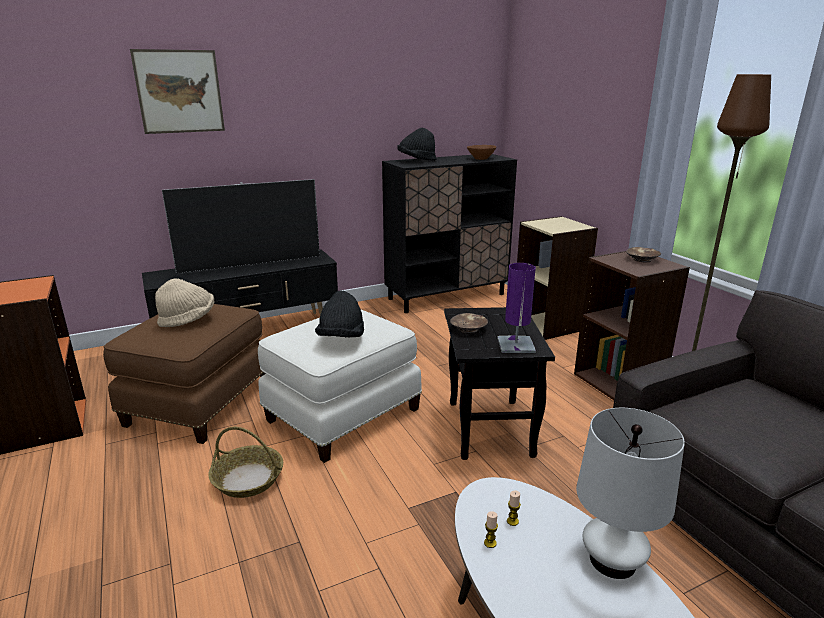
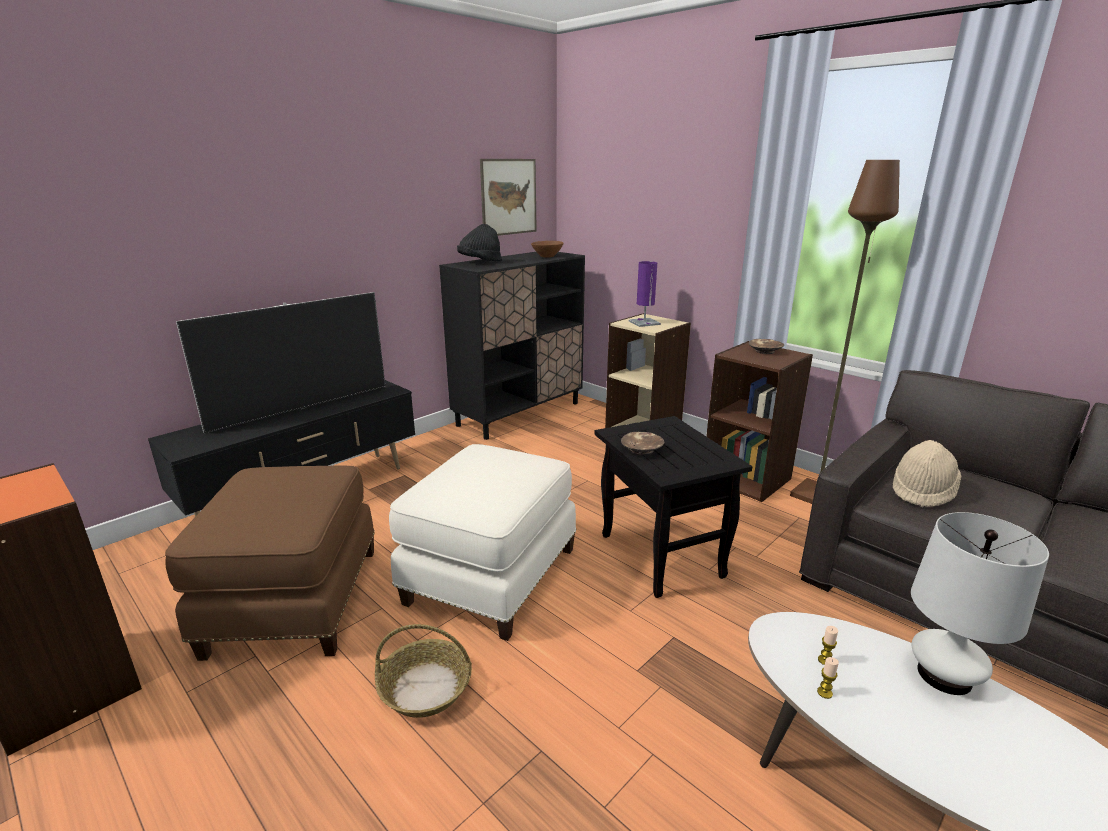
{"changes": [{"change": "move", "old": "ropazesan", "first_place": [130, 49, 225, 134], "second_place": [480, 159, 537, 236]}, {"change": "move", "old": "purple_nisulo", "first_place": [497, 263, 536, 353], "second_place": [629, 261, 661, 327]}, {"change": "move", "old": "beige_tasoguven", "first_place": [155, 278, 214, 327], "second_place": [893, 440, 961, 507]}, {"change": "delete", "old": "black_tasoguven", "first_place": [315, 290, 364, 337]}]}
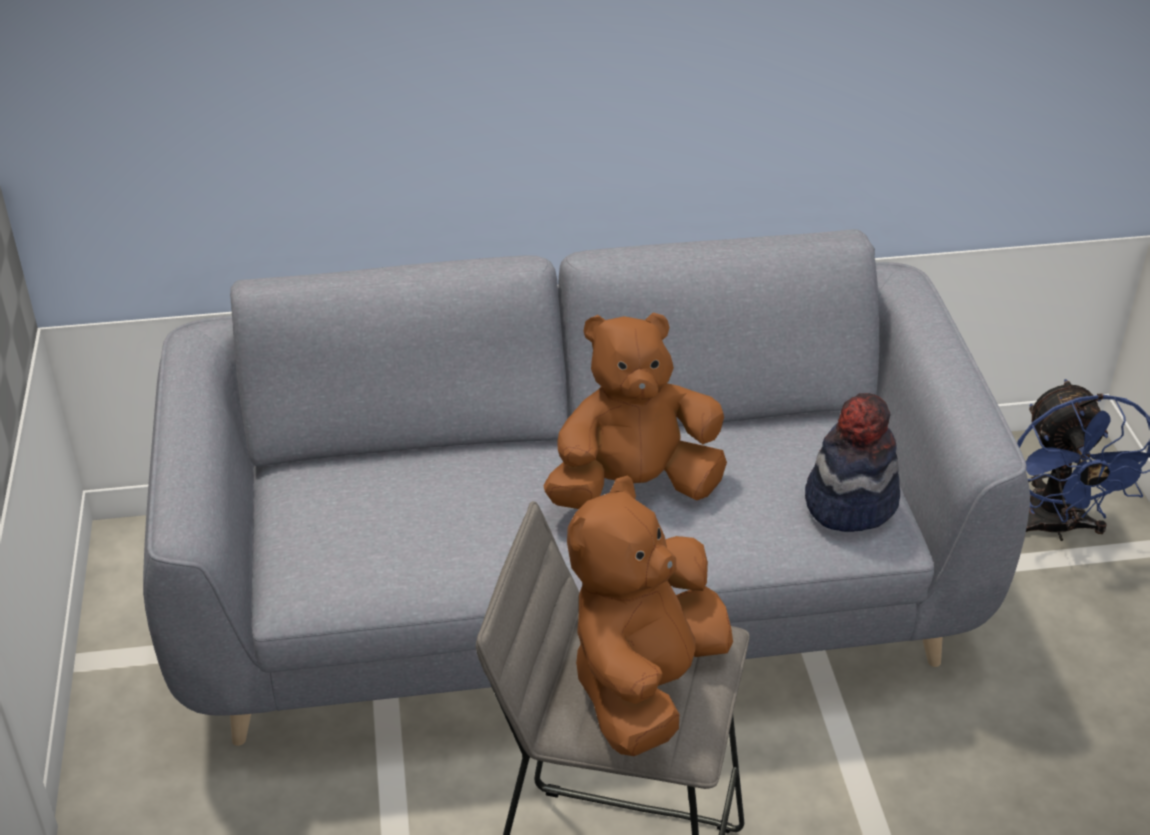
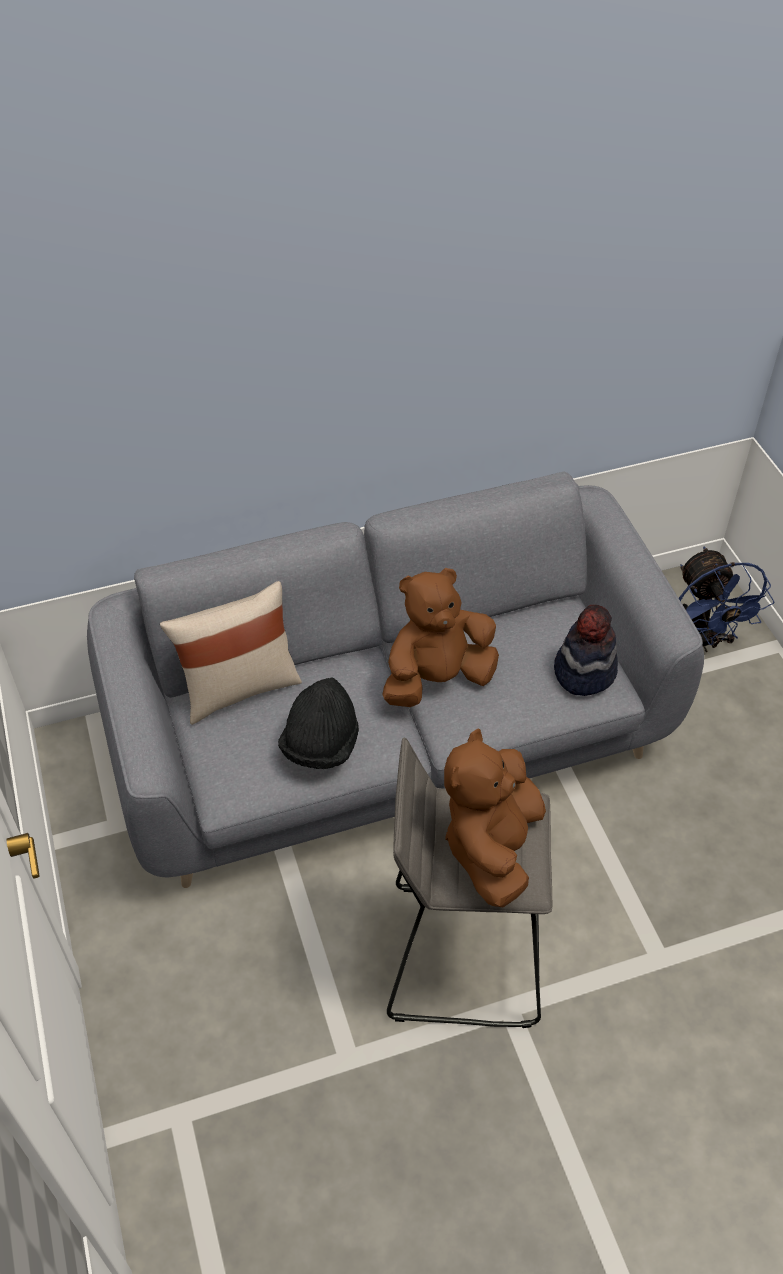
{"changes": [{"change": "insert", "new": "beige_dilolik", "second_place": [160, 581, 302, 725]}, {"change": "insert", "new": "black_tasoguven", "second_place": [278, 677, 359, 769]}]}
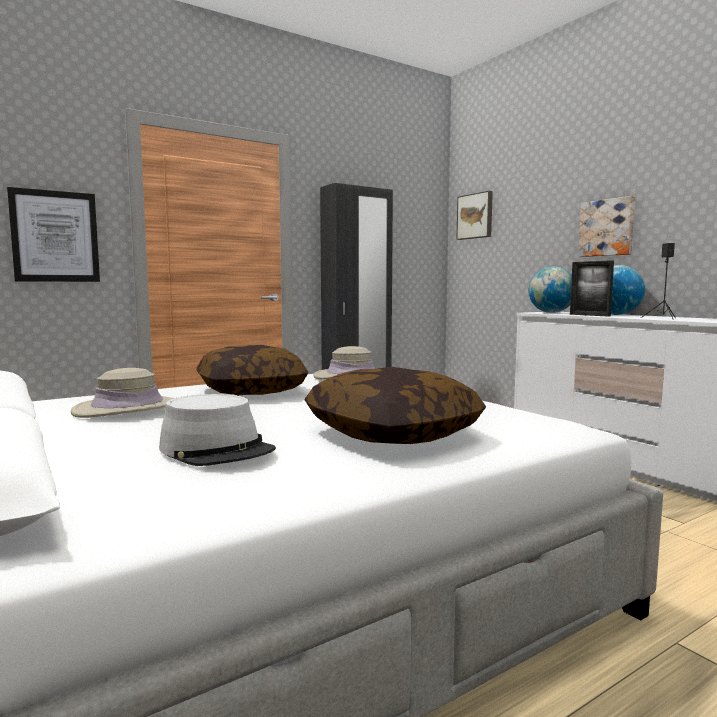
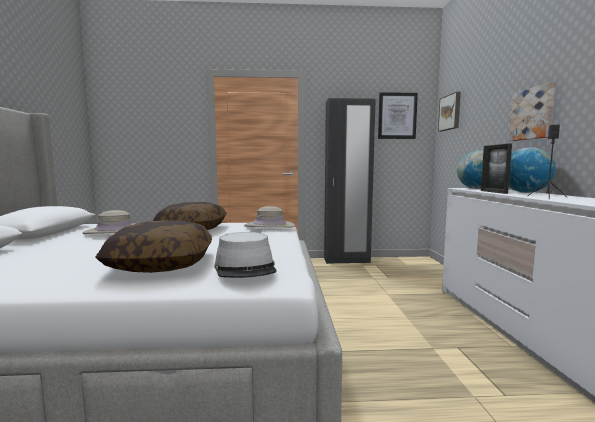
{"changes": [{"change": "move", "old": "grey_tasoguven", "first_place": [159, 394, 276, 466], "second_place": [214, 232, 277, 278]}, {"change": "move", "old": "ropazesan", "first_place": [7, 187, 100, 282], "second_place": [378, 92, 418, 139]}]}
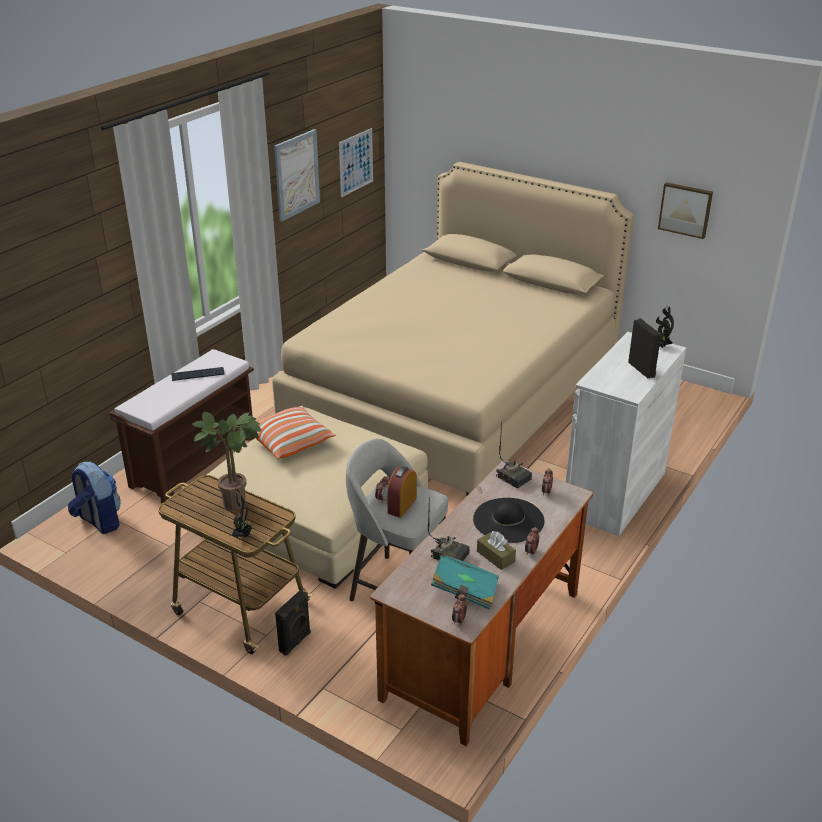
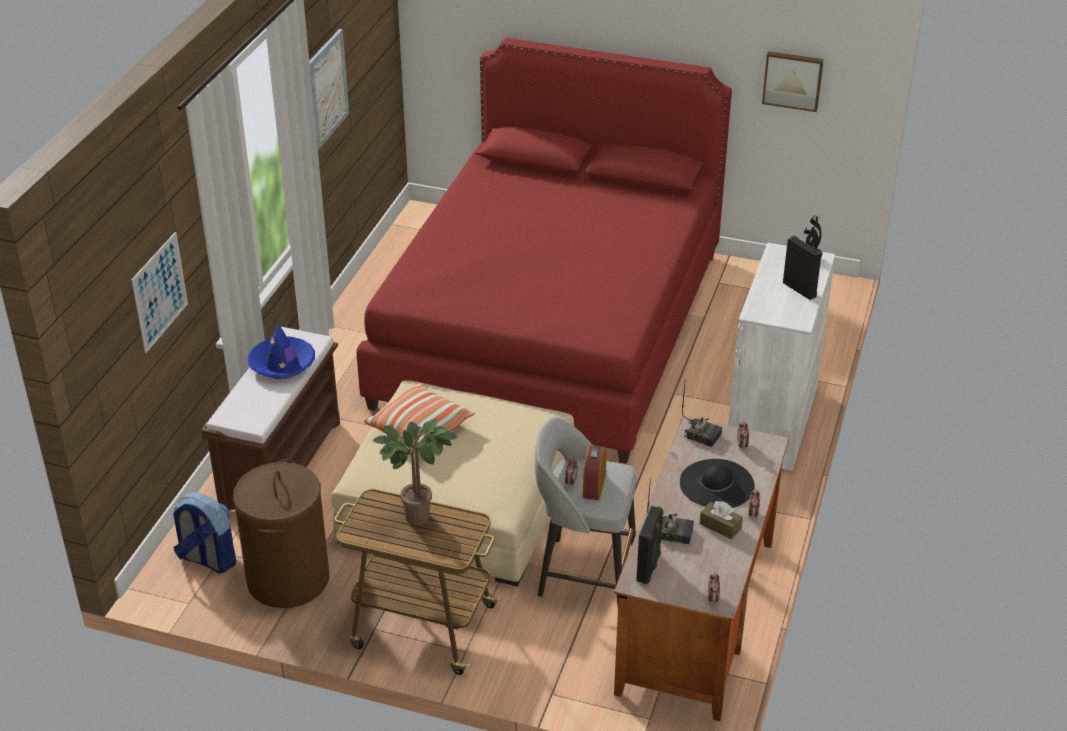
{"changes": [{"change": "move", "old": "ropazesan", "first_place": [339, 128, 373, 197], "second_place": [131, 232, 188, 353]}, {"change": "insert", "new": "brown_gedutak", "second_place": [233, 459, 329, 608]}, {"change": "replace", "old": "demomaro", "new": "blue_tasoguven", "first_place": [171, 367, 225, 381], "second_place": [248, 323, 315, 379]}, {"change": "recolor", "old": "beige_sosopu", "new": "red_sosopu", "first_place": [272, 162, 634, 497], "second_place": [356, 38, 732, 464]}, {"change": "move", "old": "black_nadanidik", "first_place": [275, 590, 311, 656], "second_place": [636, 506, 664, 584]}, {"change": "delete", "old": "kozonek", "first_place": [232, 488, 252, 538]}, {"change": "delete", "old": "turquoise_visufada", "first_place": [431, 553, 499, 609]}]}
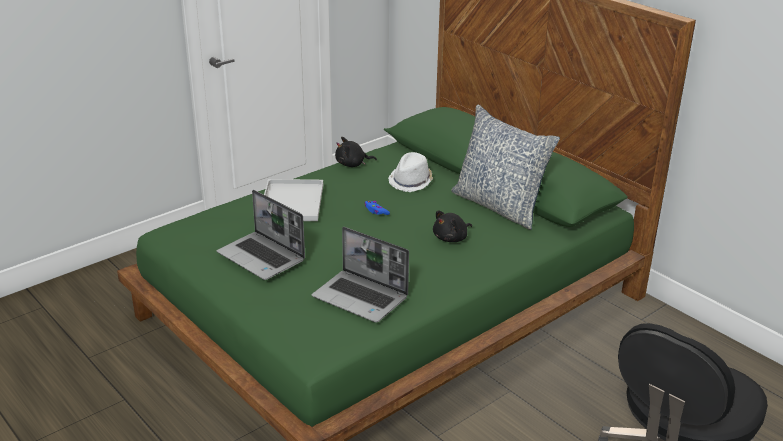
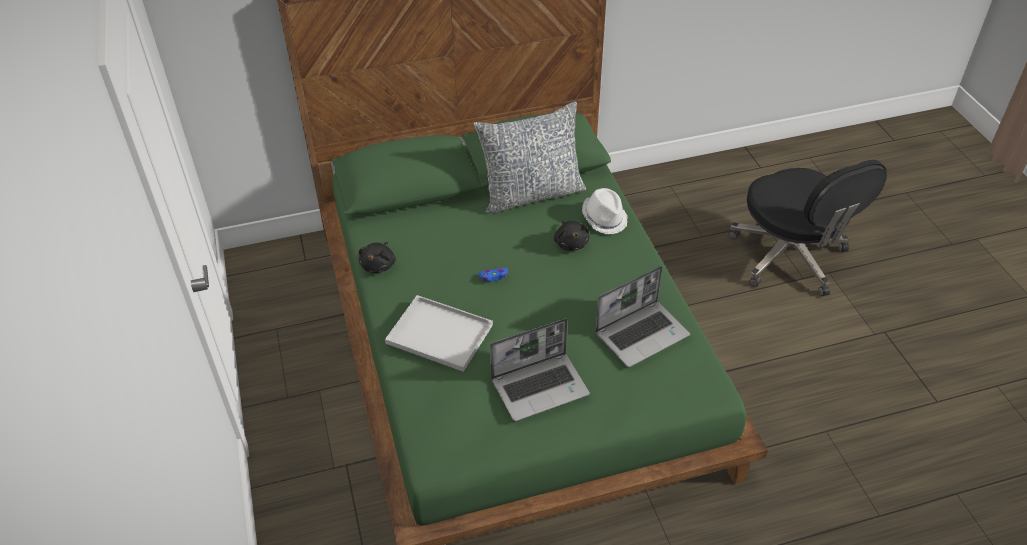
{"changes": [{"change": "move", "old": "white_tasoguven", "first_place": [388, 152, 433, 192], "second_place": [582, 188, 628, 234]}]}
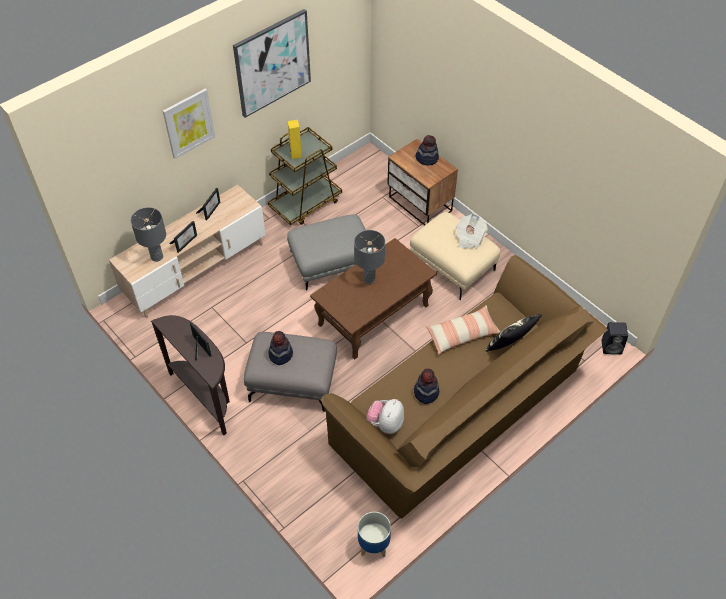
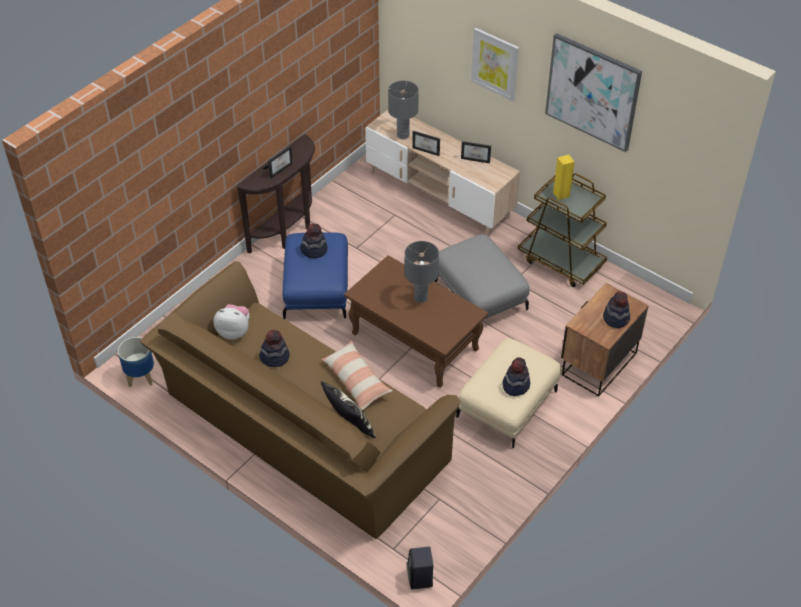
{"changes": [{"change": "recolor", "old": "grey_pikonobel", "new": "blue_pikonobel", "first_place": [244, 332, 337, 412], "second_place": [283, 232, 348, 319]}, {"change": "replace", "old": "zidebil", "new": "tasoguven", "first_place": [456, 213, 488, 249], "second_place": [503, 357, 530, 396]}]}
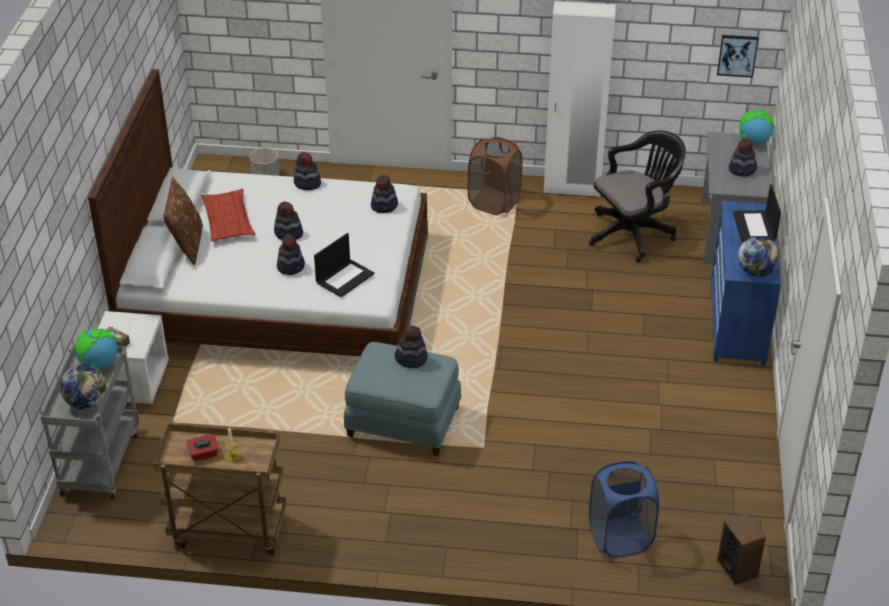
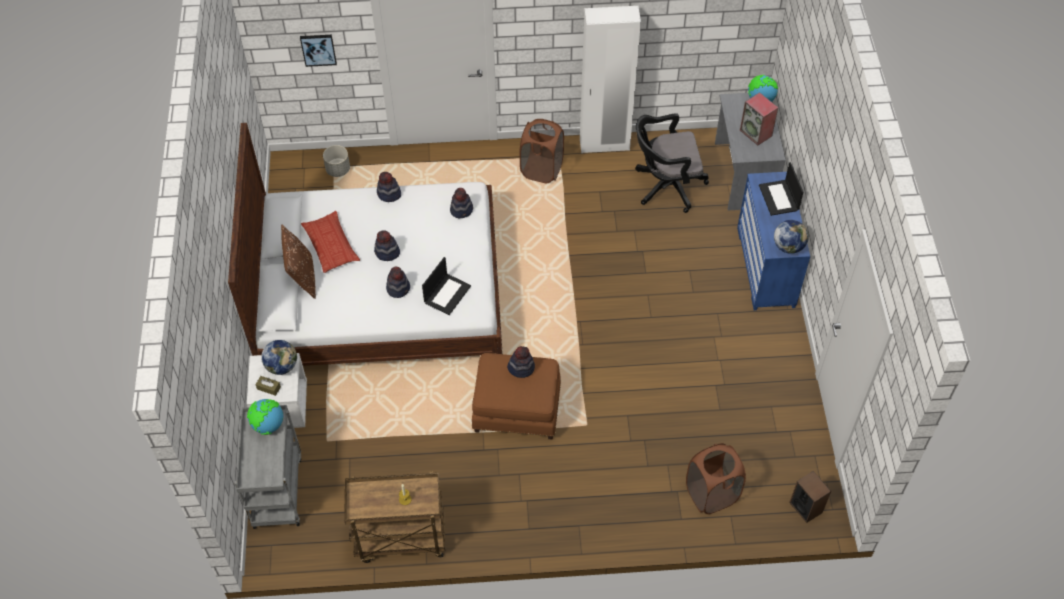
{"changes": [{"change": "move", "old": "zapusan", "first_place": [60, 364, 106, 409], "second_place": [261, 340, 297, 375]}, {"change": "move", "old": "ropazesan", "first_place": [717, 35, 759, 78], "second_place": [300, 35, 337, 67]}, {"change": "recolor", "old": "blue_pikonobel", "new": "brown_pikonobel", "first_place": [344, 342, 462, 456], "second_place": [472, 353, 561, 440]}, {"change": "rotate", "old": "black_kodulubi", "first_place": [589, 130, 686, 262], "second_place": [635, 113, 709, 213], "degrees": -150}, {"change": "recolor", "old": "blue_gedutak", "new": "brown_gedutak", "first_place": [589, 461, 659, 558], "second_place": [686, 443, 746, 514]}, {"change": "replace", "old": "tasoguven", "new": "nadanidik", "first_place": [729, 139, 757, 177], "second_place": [740, 92, 778, 145]}, {"change": "delete", "old": "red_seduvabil", "first_place": [186, 434, 219, 461]}]}
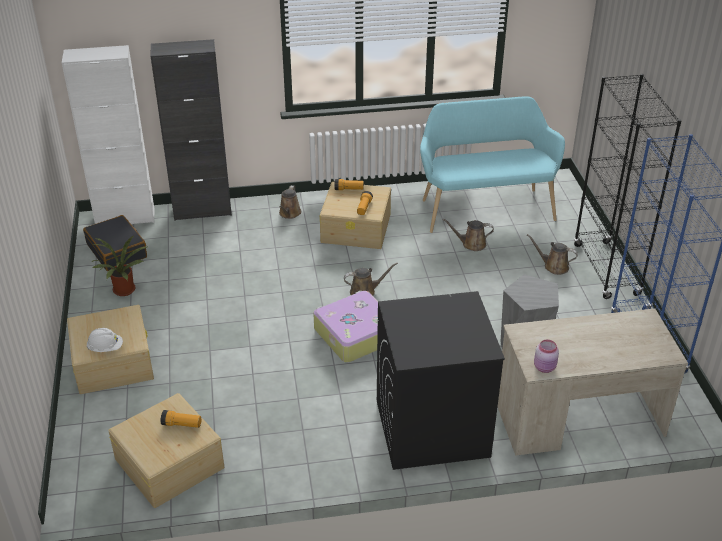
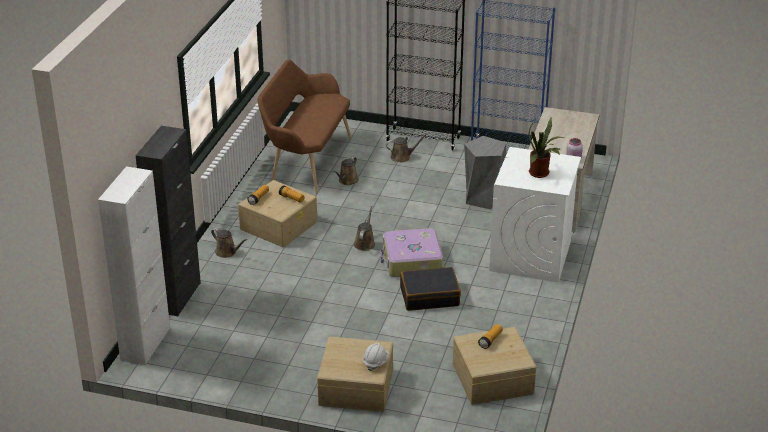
{"changes": [{"change": "recolor", "old": "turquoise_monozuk", "new": "brown_monozuk", "first_place": [420, 96, 565, 233], "second_place": [258, 60, 351, 194]}, {"change": "rotate", "old": "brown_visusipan", "first_place": [527, 234, 578, 275], "second_place": [386, 133, 428, 162], "degrees": -150}, {"change": "move", "old": "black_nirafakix", "first_place": [83, 215, 147, 271], "second_place": [400, 267, 461, 311]}, {"change": "recolor", "old": "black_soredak", "new": "white_soredak", "first_place": [377, 291, 505, 470], "second_place": [489, 147, 581, 283]}, {"change": "move", "old": "kozonek", "first_place": [91, 236, 147, 296], "second_place": [529, 118, 566, 178]}]}
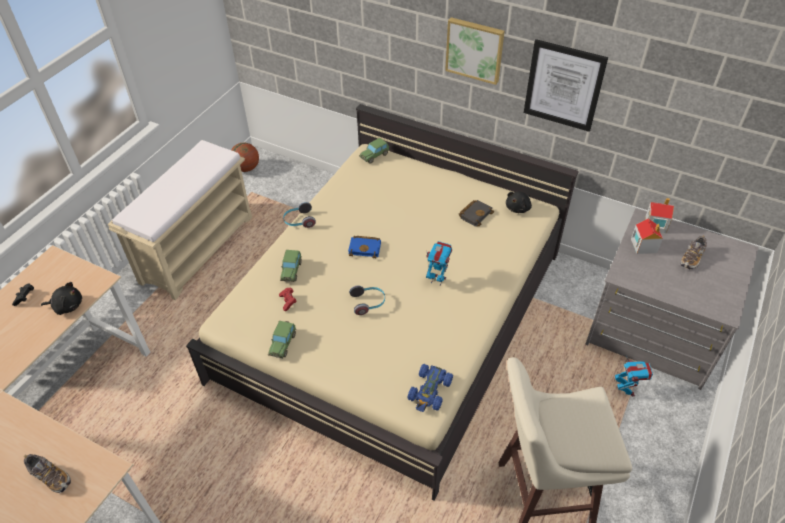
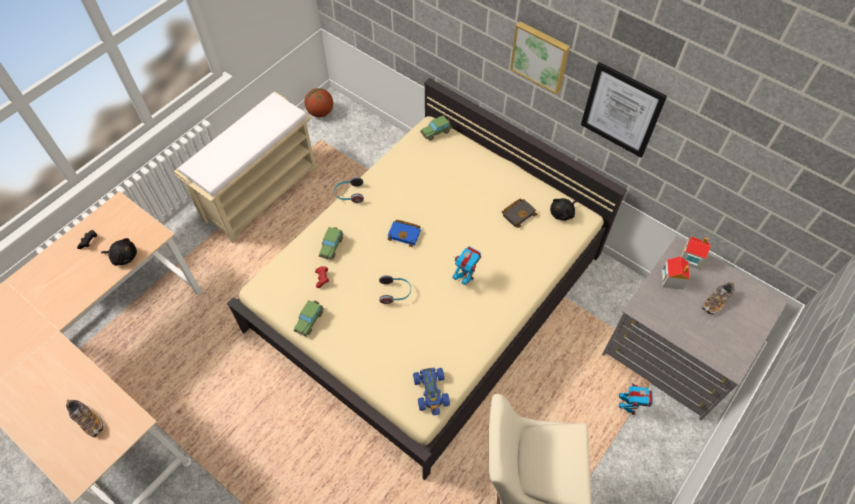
{"changes": [{"change": "rotate", "old": "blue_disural", "first_place": [407, 364, 453, 412], "second_place": [413, 368, 450, 415], "degrees": -45}]}
